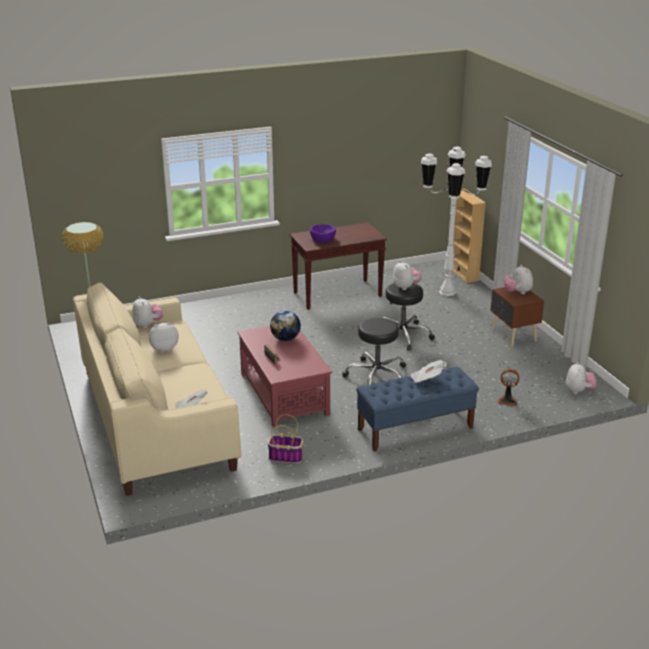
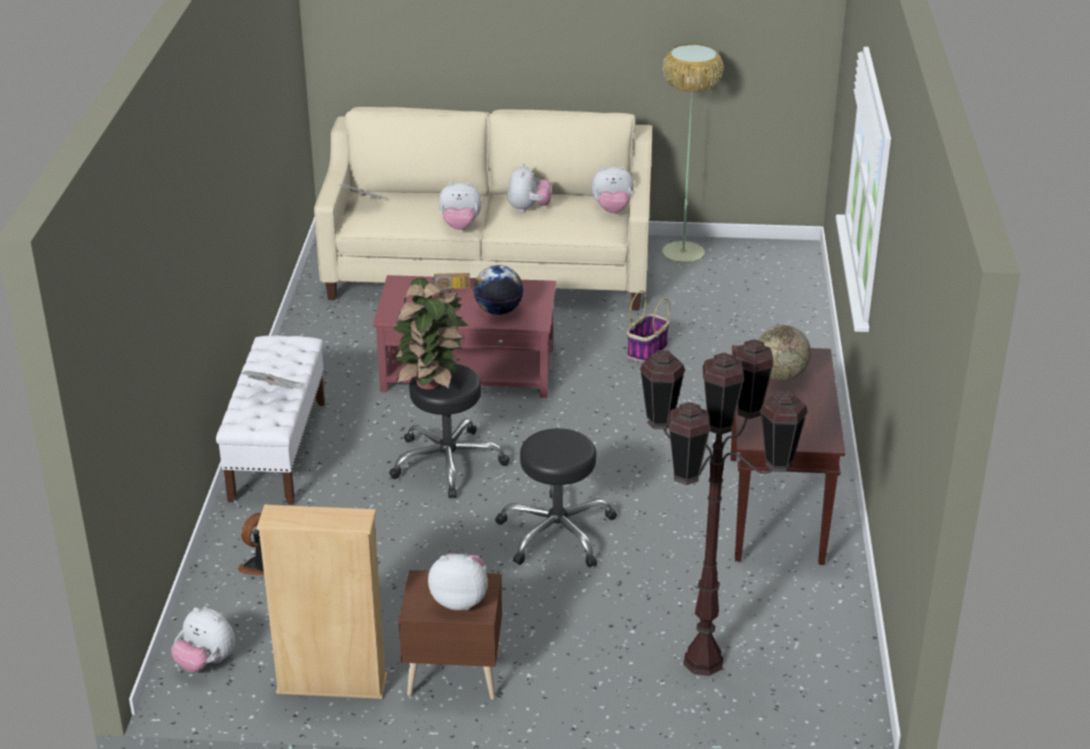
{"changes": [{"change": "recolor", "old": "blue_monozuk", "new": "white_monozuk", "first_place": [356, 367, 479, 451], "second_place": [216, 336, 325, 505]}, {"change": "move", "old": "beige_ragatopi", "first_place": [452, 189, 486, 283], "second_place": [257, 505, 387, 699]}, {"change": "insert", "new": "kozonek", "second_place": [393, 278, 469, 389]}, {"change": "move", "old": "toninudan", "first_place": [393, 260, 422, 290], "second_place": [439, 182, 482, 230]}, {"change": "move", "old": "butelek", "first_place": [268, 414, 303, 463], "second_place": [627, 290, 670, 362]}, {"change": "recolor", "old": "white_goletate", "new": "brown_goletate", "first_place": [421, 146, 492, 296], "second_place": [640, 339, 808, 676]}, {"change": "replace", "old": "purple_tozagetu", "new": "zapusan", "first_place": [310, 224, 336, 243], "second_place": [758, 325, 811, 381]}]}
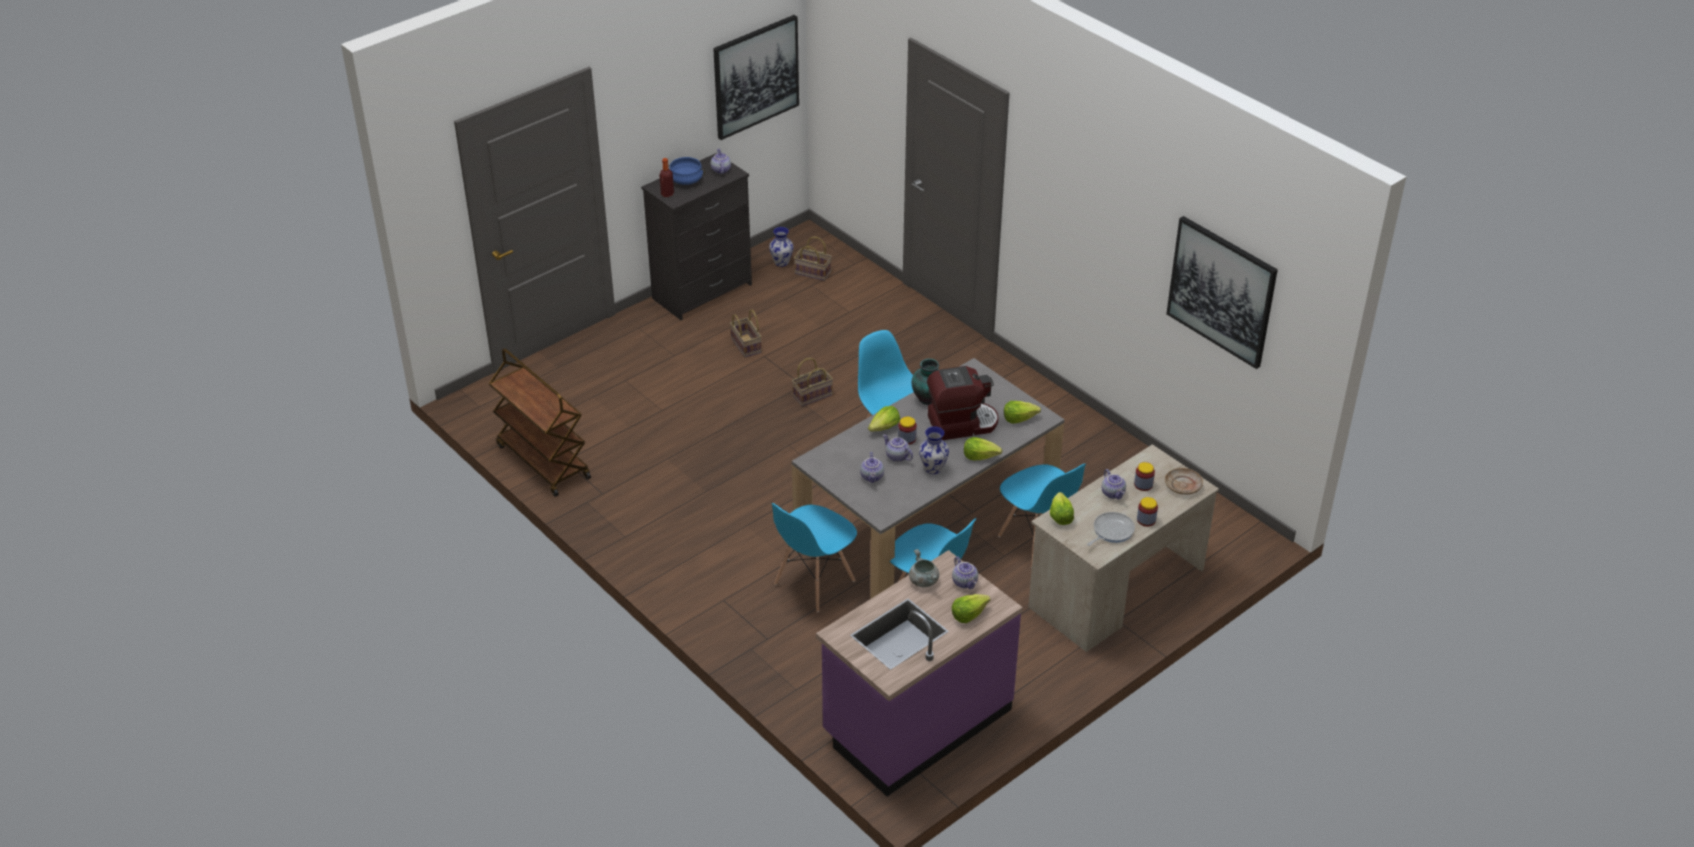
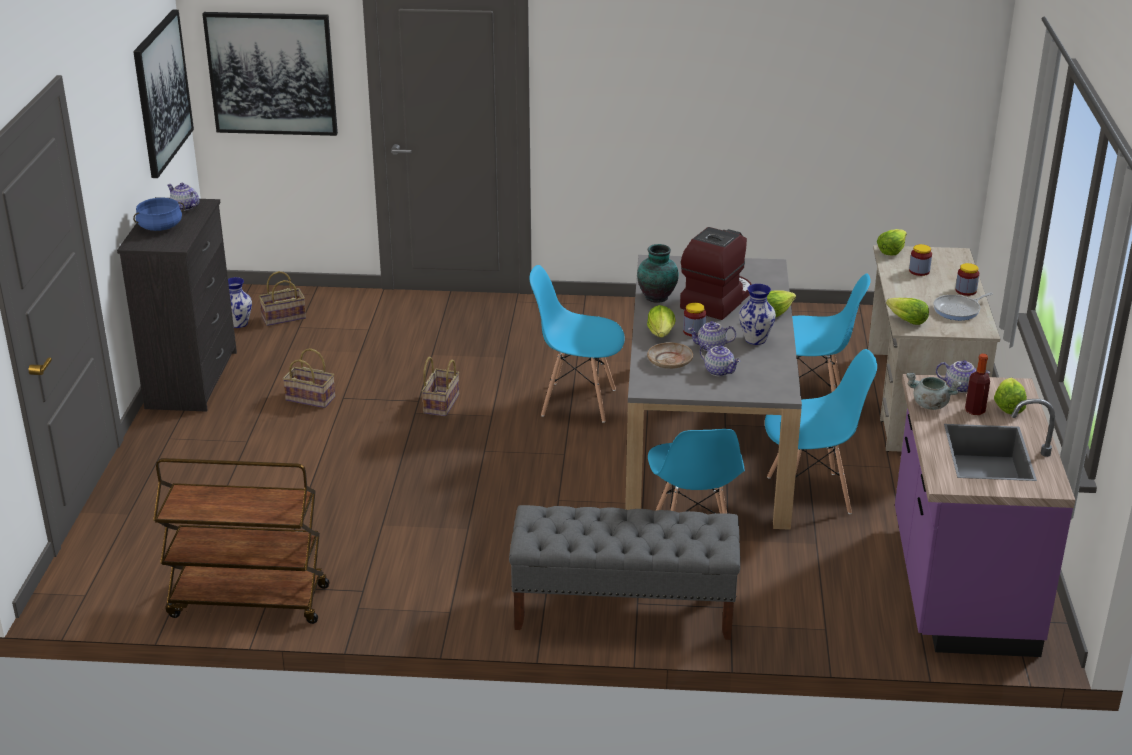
{"changes": [{"change": "move", "old": "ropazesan", "first_place": [1166, 216, 1278, 369], "second_place": [202, 12, 338, 136]}, {"change": "insert", "new": "grey_monozuk", "second_place": [509, 505, 740, 640]}, {"change": "move", "old": "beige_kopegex", "first_place": [1165, 468, 1203, 495], "second_place": [647, 342, 693, 369]}, {"change": "move", "old": "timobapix", "first_place": [1004, 401, 1041, 424], "second_place": [877, 229, 907, 255]}, {"change": "rotate", "old": "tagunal", "first_place": [1087, 512, 1135, 546], "second_place": [933, 292, 993, 320], "degrees": -120}, {"change": "move", "old": "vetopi", "first_place": [660, 158, 674, 197], "second_place": [965, 354, 990, 415]}, {"change": "delete", "old": "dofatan", "first_place": [1102, 469, 1126, 499]}]}
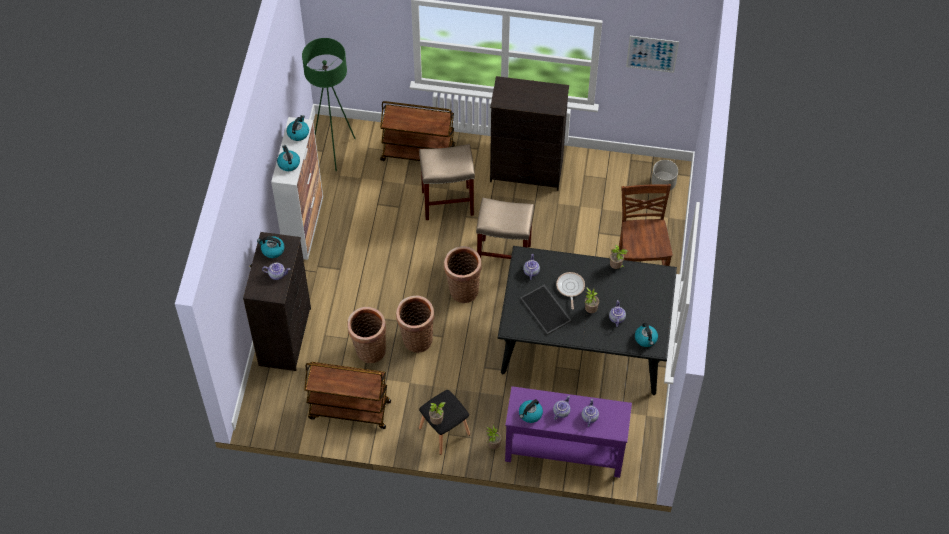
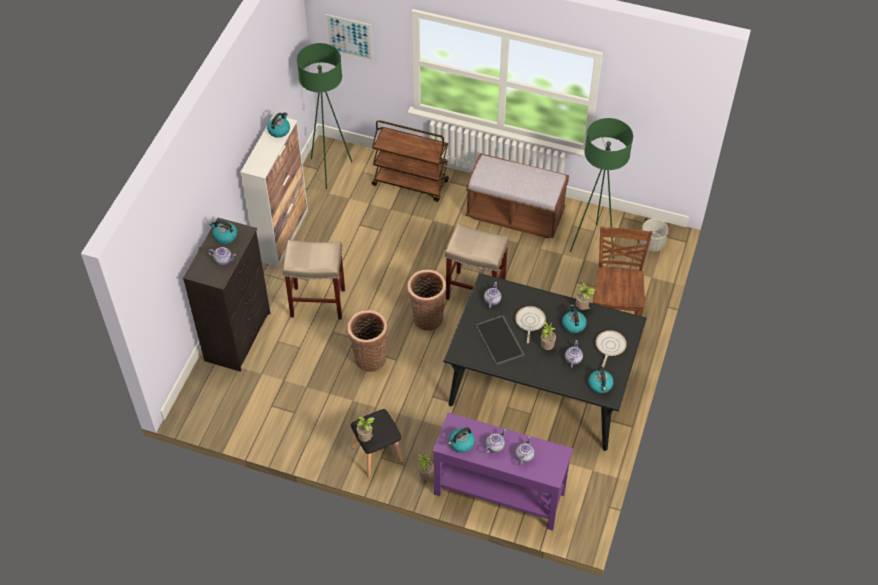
{"changes": [{"change": "move", "old": "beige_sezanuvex", "first_place": [419, 144, 475, 220], "second_place": [283, 240, 345, 319]}, {"change": "move", "old": "ropazesan", "first_place": [626, 36, 679, 73], "second_place": [325, 14, 373, 61]}, {"change": "replace", "old": "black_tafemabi", "new": "brown_monozuk", "first_place": [490, 76, 569, 191], "second_place": [466, 153, 569, 239]}, {"change": "move", "old": "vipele", "first_place": [277, 145, 300, 171], "second_place": [562, 305, 587, 333]}, {"change": "insert", "new": "green_goletate", "second_place": [570, 118, 633, 259]}, {"change": "insert", "new": "tagunal", "second_place": [596, 330, 627, 368]}, {"change": "delete", "old": "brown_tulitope", "first_place": [304, 362, 391, 429]}, {"change": "delete", "old": "butelek", "first_place": [348, 307, 386, 363]}]}
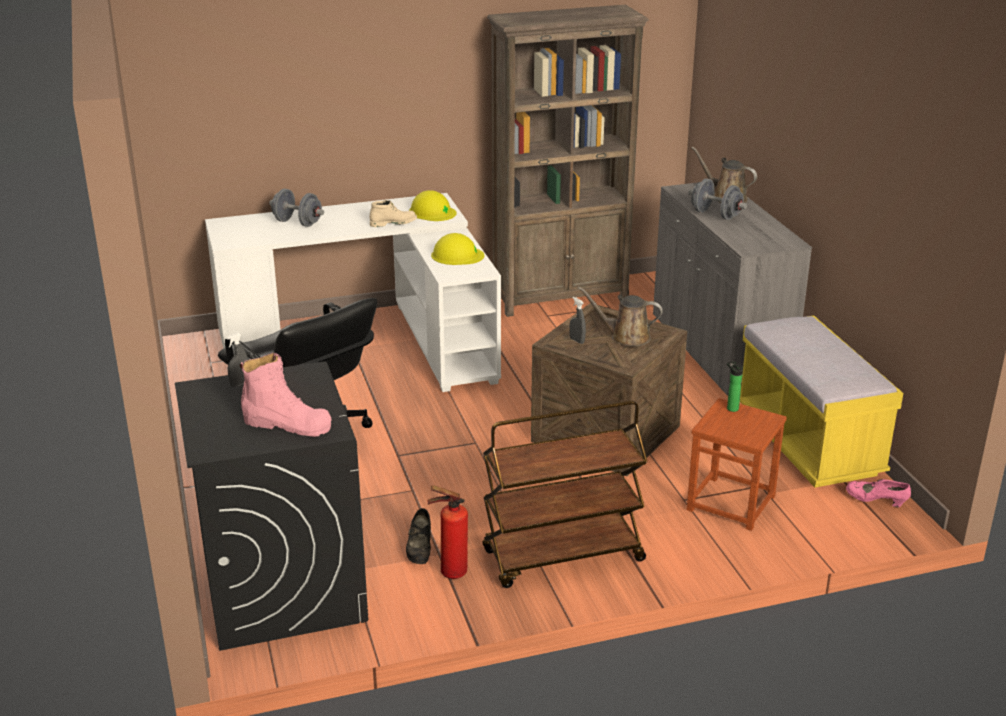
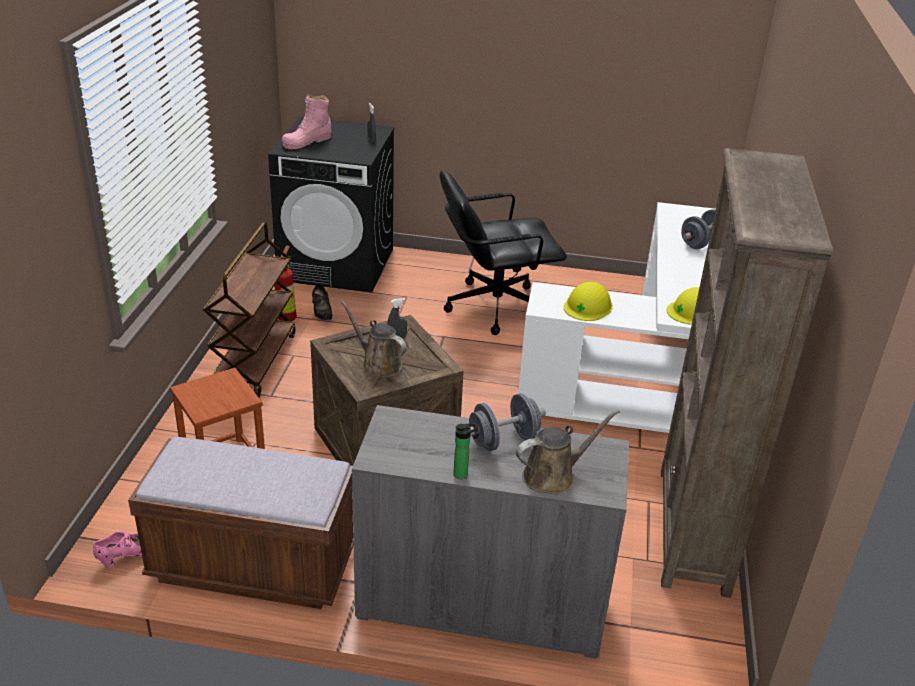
{"changes": [{"change": "recolor", "old": "yellow_monozuk", "new": "brown_monozuk", "first_place": [740, 315, 903, 488], "second_place": [128, 437, 354, 609]}, {"change": "rotate", "old": "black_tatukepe", "first_place": [406, 508, 431, 564], "second_place": [312, 284, 332, 320], "degrees": -135}, {"change": "rotate", "old": "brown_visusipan", "first_place": [578, 287, 663, 347], "second_place": [341, 301, 407, 377], "degrees": -90}, {"change": "move", "old": "vetopi", "first_place": [727, 361, 743, 412], "second_place": [453, 423, 477, 479]}, {"change": "delete", "old": "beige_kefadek", "first_place": [370, 200, 417, 227]}]}
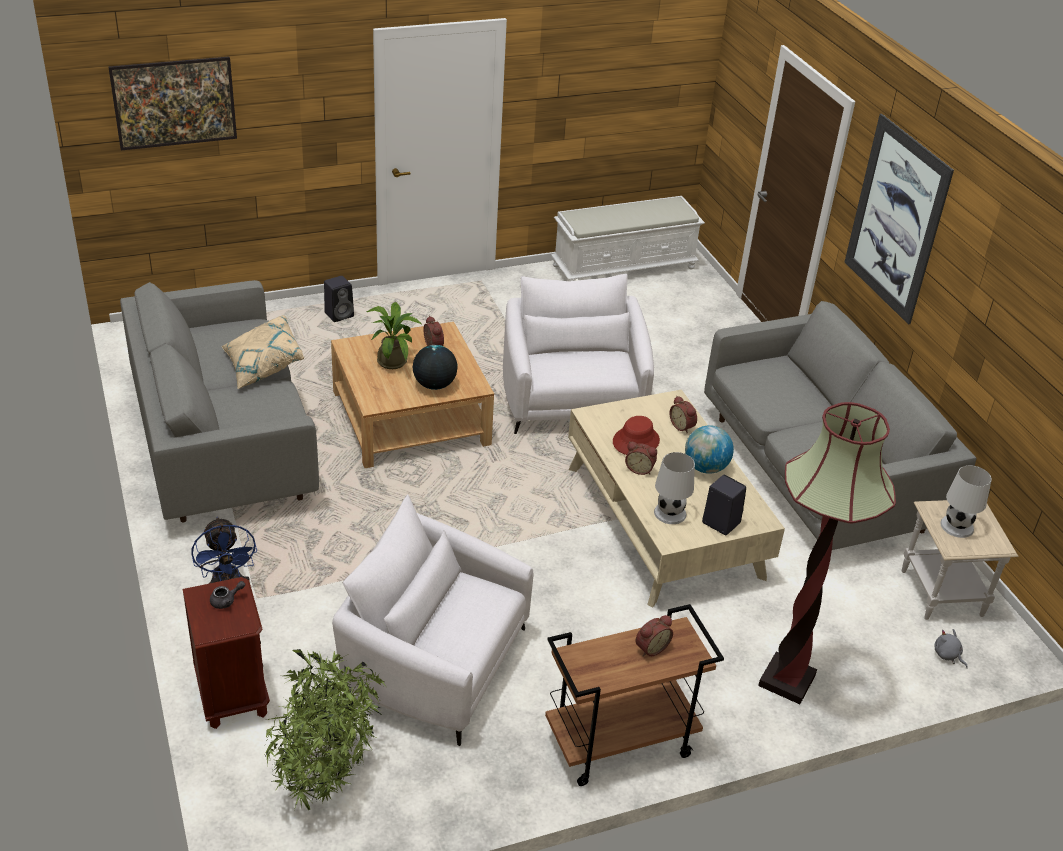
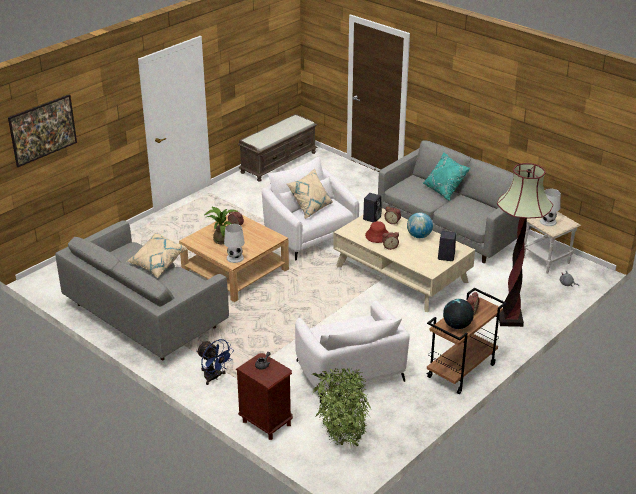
{"changes": [{"change": "move", "old": "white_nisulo", "first_place": [654, 452, 695, 524], "second_place": [224, 224, 245, 263]}, {"change": "recolor", "old": "white_monozuk", "new": "brown_monozuk", "first_place": [551, 196, 705, 281], "second_place": [237, 114, 317, 182]}, {"change": "insert", "new": "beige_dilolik", "second_place": [287, 169, 333, 219]}, {"change": "rotate", "old": "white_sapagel", "first_place": [332, 494, 533, 746], "second_place": [295, 300, 410, 403], "degrees": -105}, {"change": "move", "old": "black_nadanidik", "first_place": [324, 276, 354, 322], "second_place": [363, 193, 382, 222]}, {"change": "insert", "new": "turquoise_dilolik", "second_place": [423, 153, 471, 201]}, {"change": "move", "old": "zapusan", "first_place": [413, 345, 458, 390], "second_place": [443, 299, 474, 329]}, {"change": "delete", "old": "ropazesan", "first_place": [845, 114, 954, 324]}]}
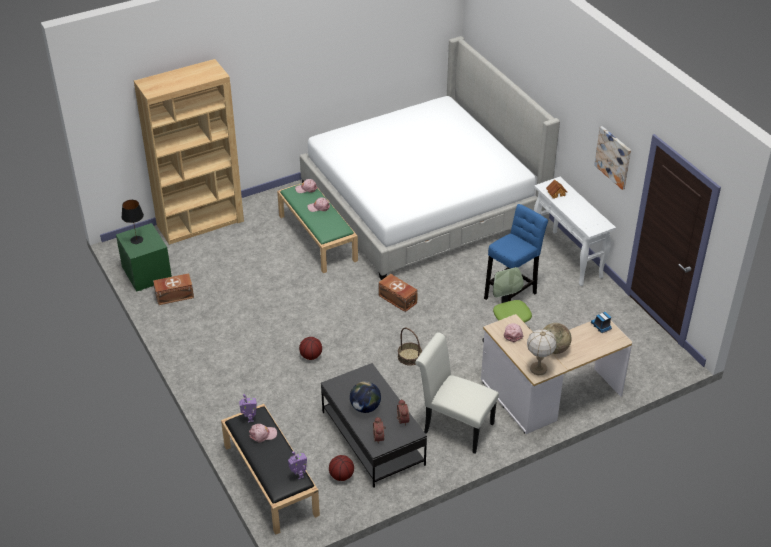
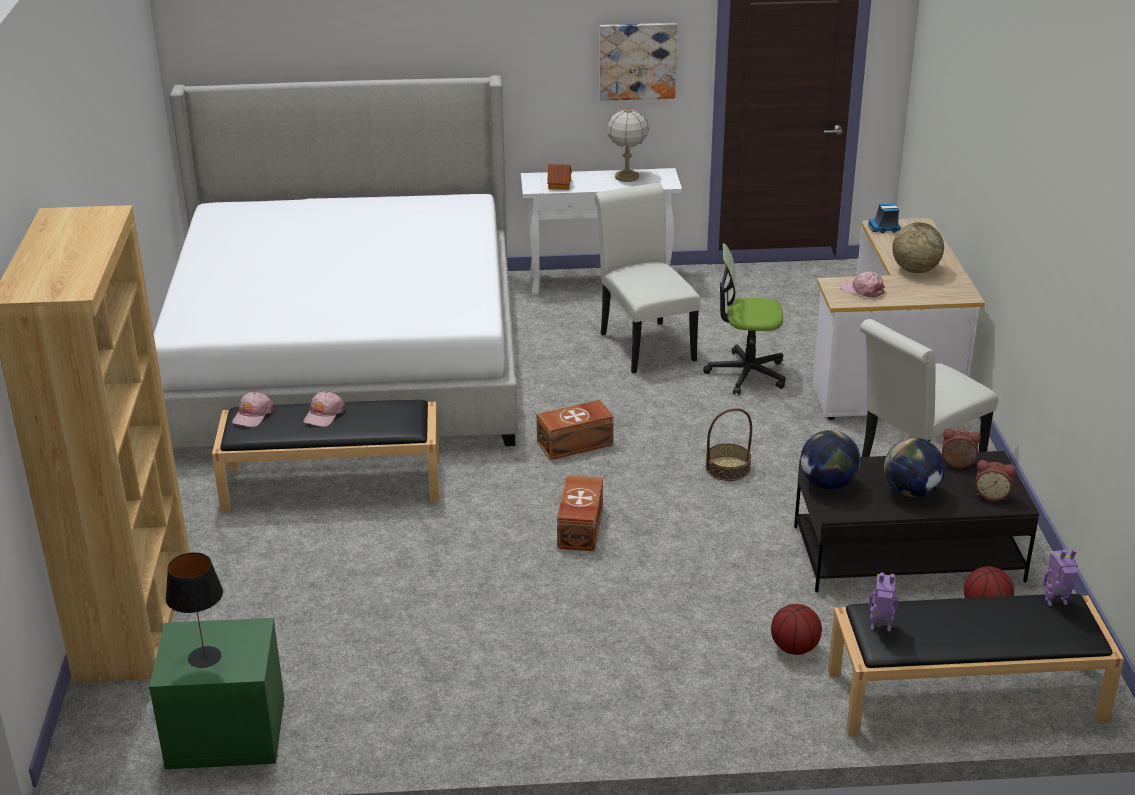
{"changes": [{"change": "recolor", "old": "green_monozuk", "new": "black_monozuk", "first_place": [277, 183, 358, 273], "second_place": [212, 400, 440, 512]}, {"change": "move", "old": "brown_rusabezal", "first_place": [153, 273, 194, 305], "second_place": [557, 475, 603, 551]}, {"change": "replace", "old": "blue_sezanuvex", "new": "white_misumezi", "first_place": [484, 204, 548, 301], "second_place": [594, 183, 700, 373]}, {"change": "move", "old": "nisulo", "first_place": [527, 329, 557, 375], "second_place": [607, 107, 649, 182]}, {"change": "move", "old": "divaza", "first_place": [299, 337, 322, 360], "second_place": [771, 604, 822, 655]}, {"change": "insert", "new": "zapusan", "second_place": [800, 430, 860, 489]}, {"change": "delete", "old": "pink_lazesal", "first_place": [249, 424, 277, 443]}]}
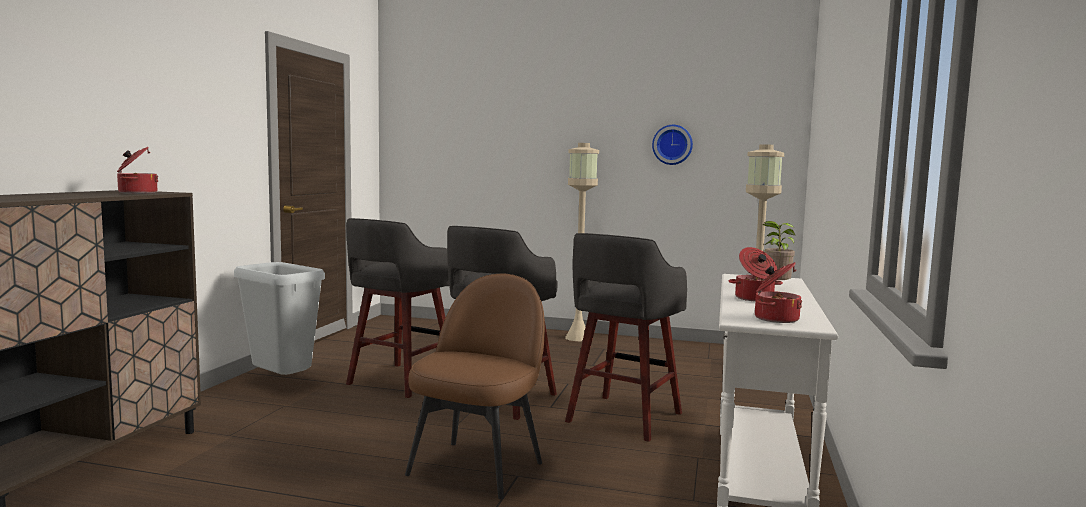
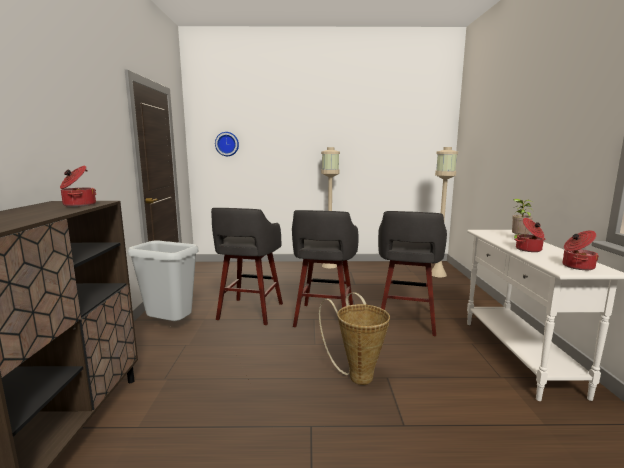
{"changes": [{"change": "move", "old": "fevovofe", "first_place": [652, 125, 693, 165], "second_place": [215, 132, 239, 156]}, {"change": "replace", "old": "brown_misumezi", "new": "butelek", "first_place": [405, 274, 545, 499], "second_place": [319, 292, 390, 385]}]}
